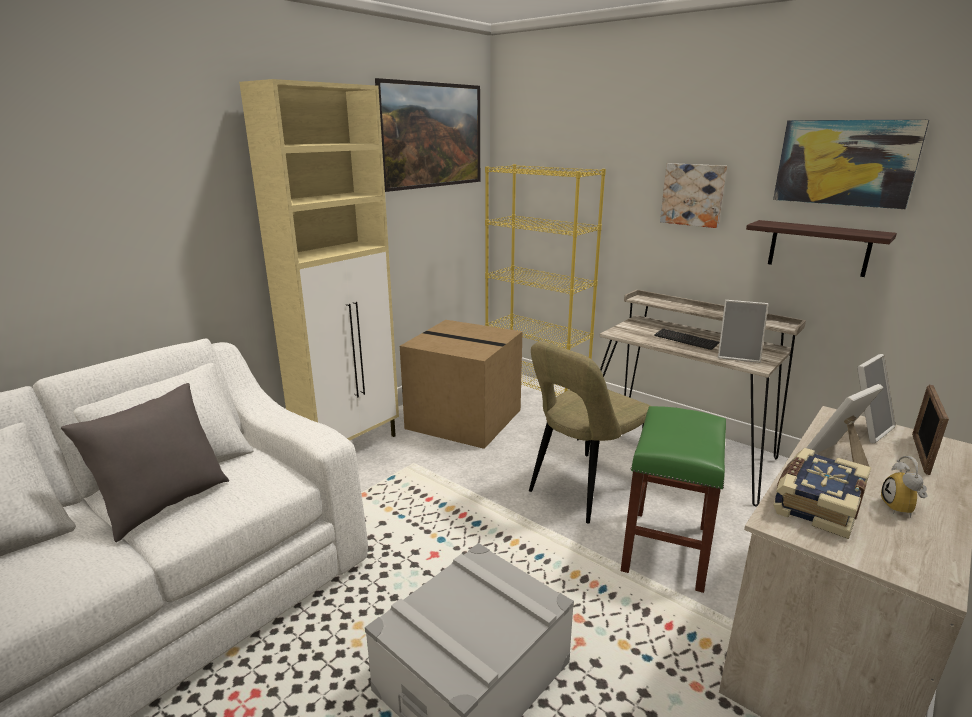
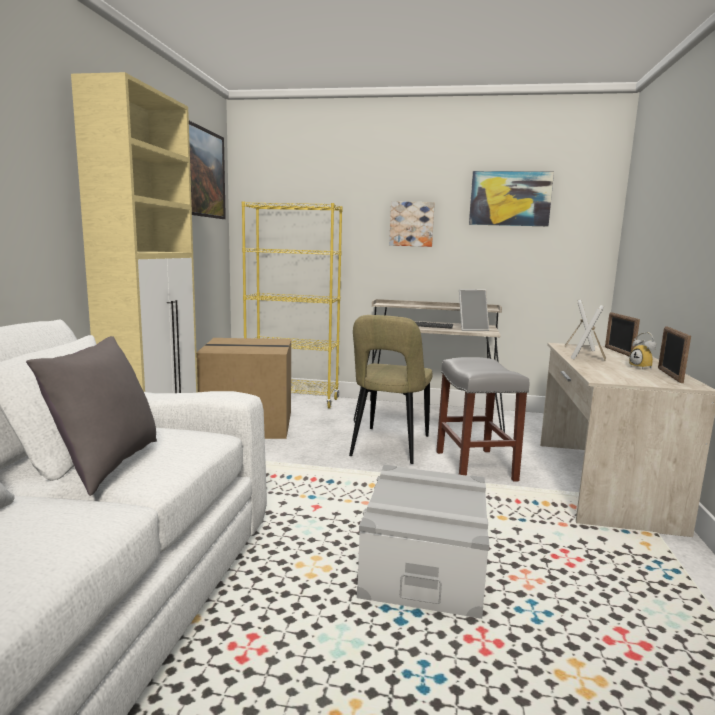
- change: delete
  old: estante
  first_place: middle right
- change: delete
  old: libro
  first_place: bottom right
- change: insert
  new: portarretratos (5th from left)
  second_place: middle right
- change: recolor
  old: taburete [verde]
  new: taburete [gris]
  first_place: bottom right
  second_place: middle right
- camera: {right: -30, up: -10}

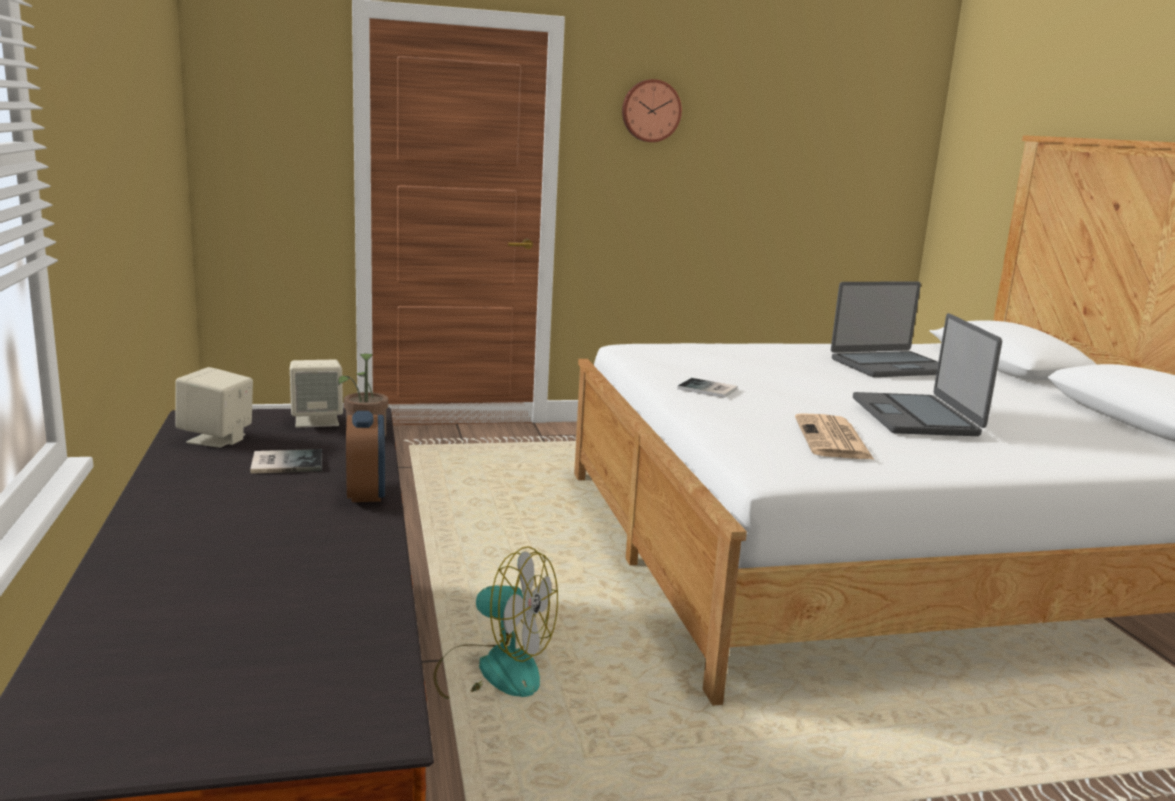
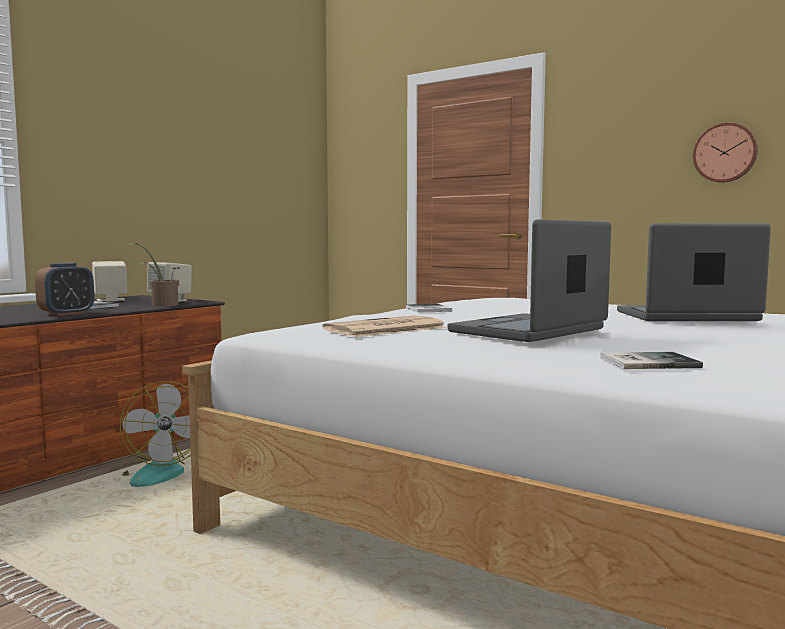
- change: insert
  new: libro (3rd from left)
  second_place: middle right
- change: move
  old: reloj de pared
  first_place: top centre
  second_place: top right
- change: rotate
  old: portátil (1st from left in the first image)
  first_place: middle right
  second_place: middle right
  degrees: 150
- camera: {right: 50, up: -10}

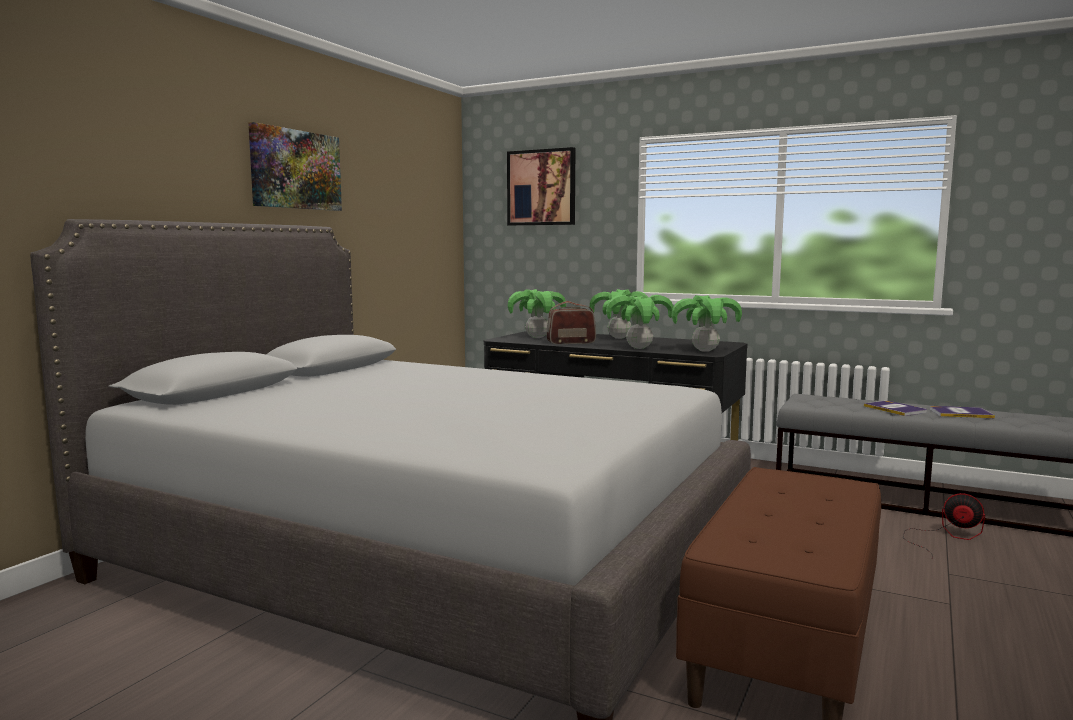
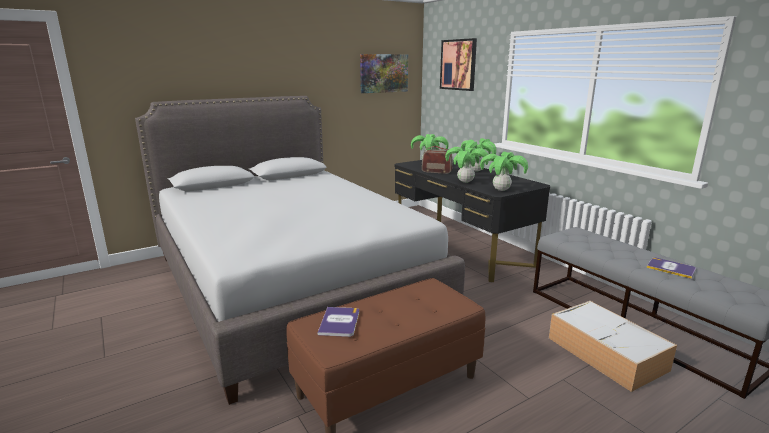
- change: move
  old: cuadro (1st from left)
  first_place: top left
  second_place: top centre
- change: move
  old: libro (1st from left)
  first_place: middle right
  second_place: bottom centre
- change: replace
  old: ventilador
  new: caja de almacenaje
  first_place: bottom right
  second_place: bottom right
- camera: {right: 30, up: 10}

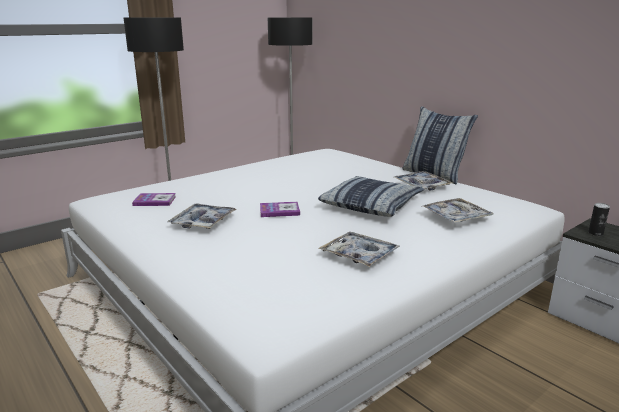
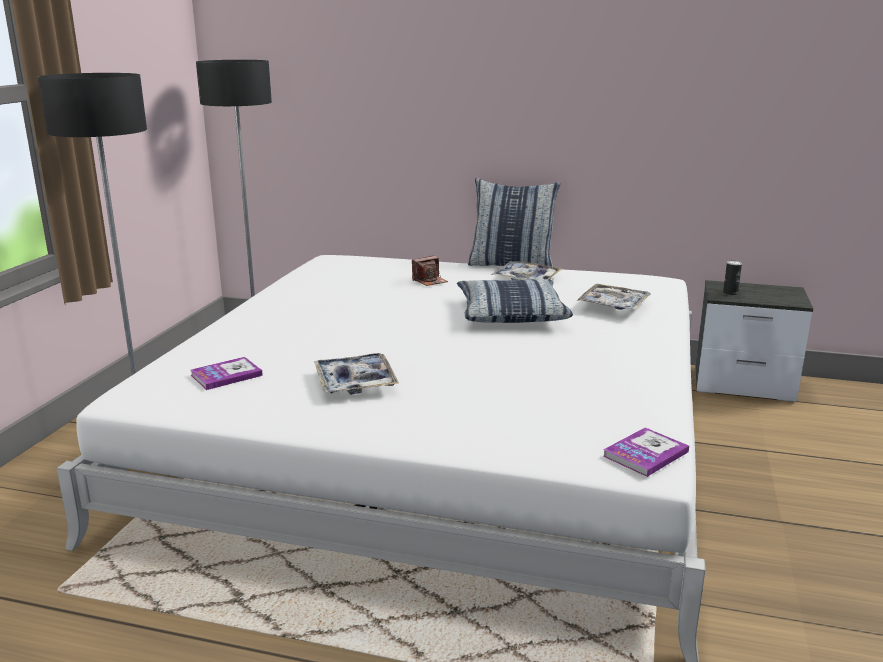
- change: delete
  old: bandeja (2nd from left)
  first_place: centre
- change: insert
  new: cámara
  second_place: centre
- change: move
  old: libro (2nd from left)
  first_place: centre
  second_place: bottom right
- camera: {right: -35, up: 0}

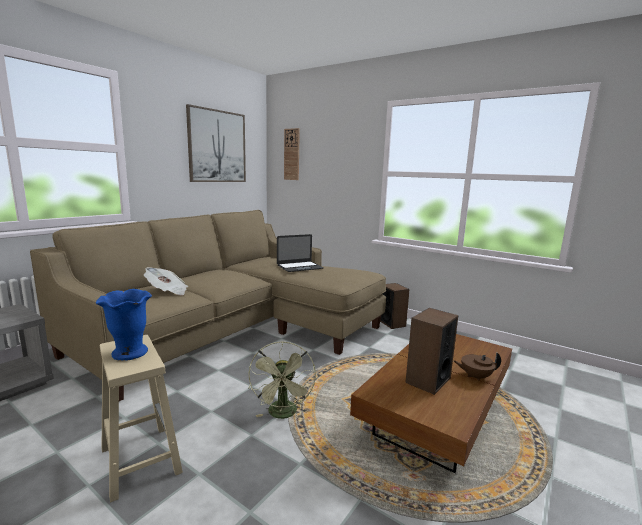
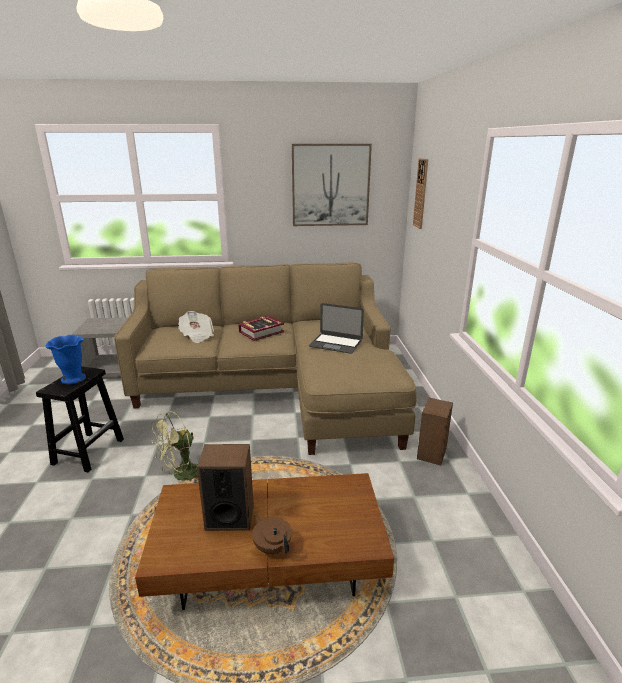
- change: insert
  new: libro
  second_place: centre
- change: recolor
  old: taburete [beis]
  new: taburete [negro]
  first_place: bottom left
  second_place: middle left
- camera: {right: 50, up: 10}

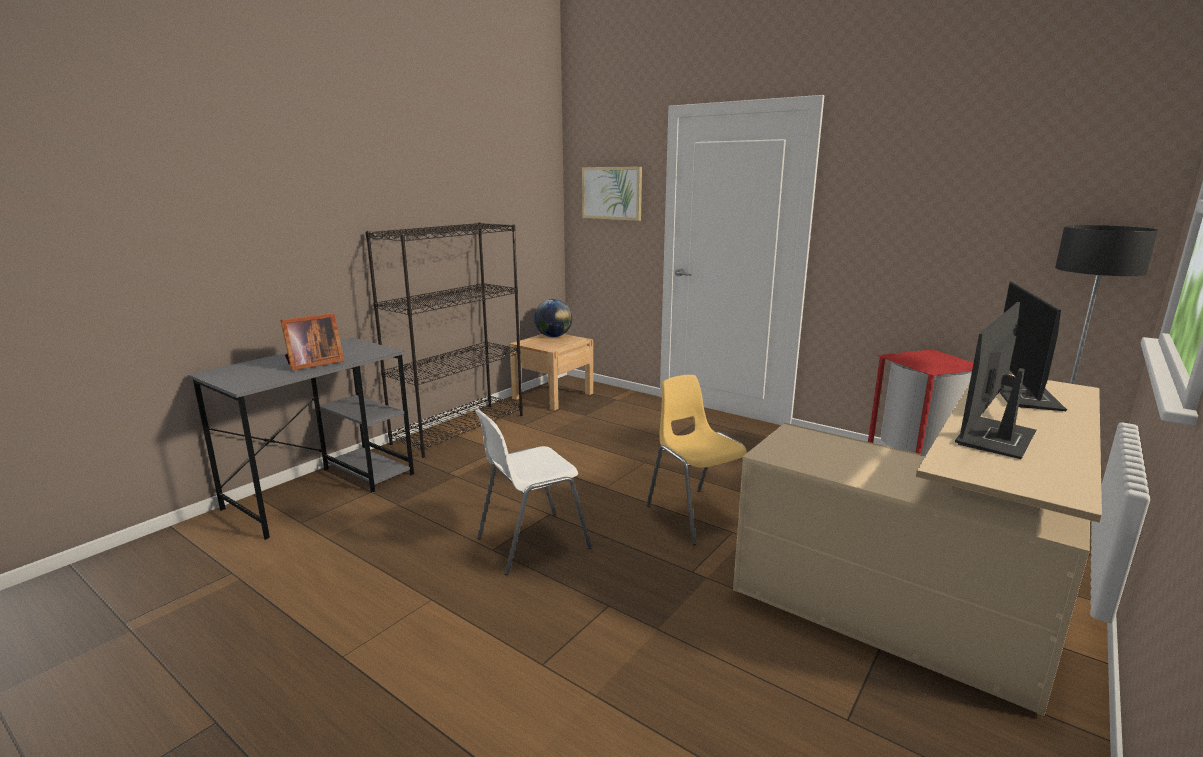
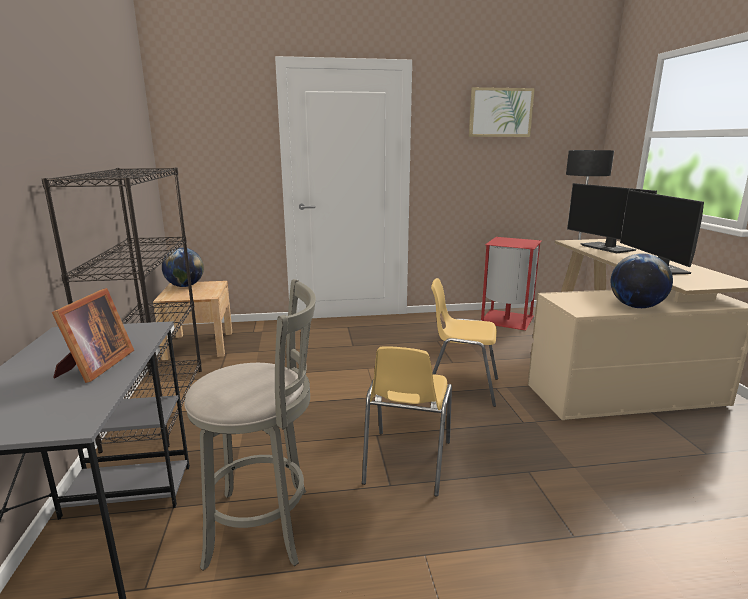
- change: insert
  new: taburete [gris]
  second_place: bottom centre
- change: insert
  new: globo terráqueo (2nd from left)
  second_place: middle right
- change: move
  old: cuadro
  first_place: top centre
  second_place: top right
- change: recolor
  old: silla [blanco]
  new: silla [amarillo] (1st from left)
  first_place: centre
  second_place: bottom centre
- camera: {right: -45, up: 0}

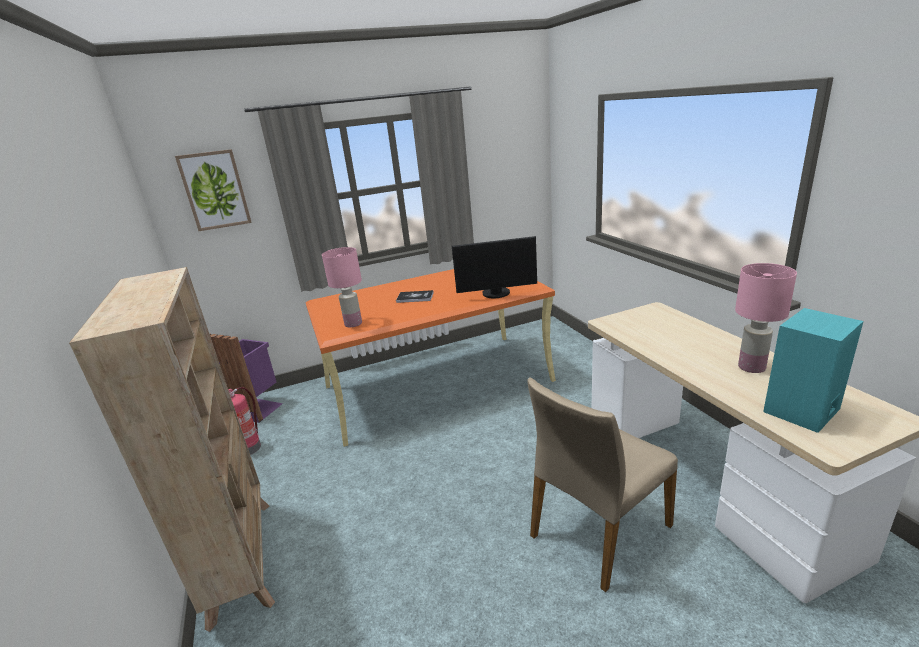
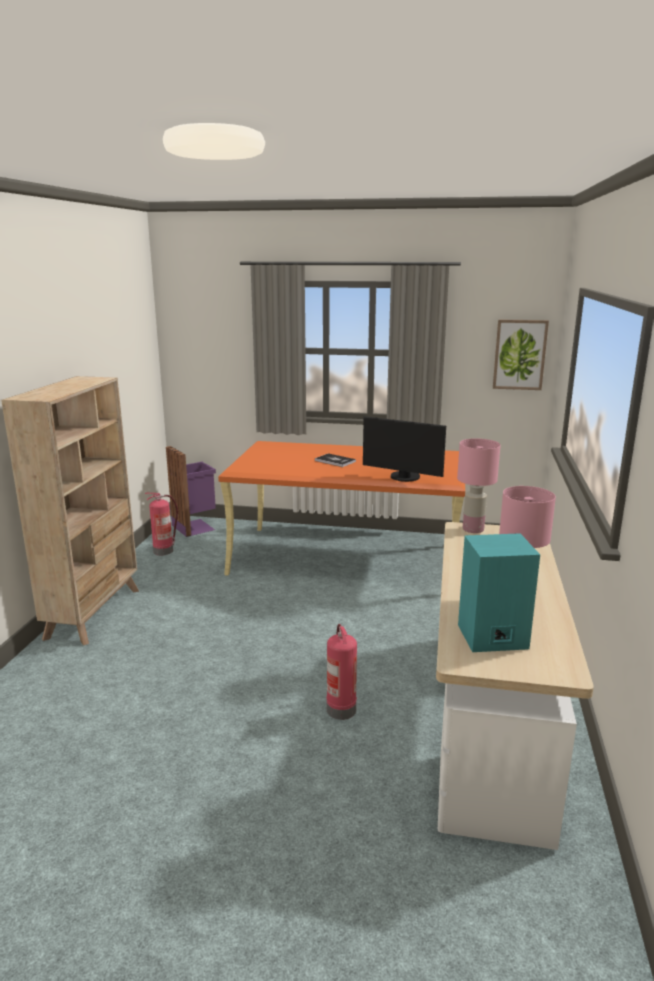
- change: move
  old: cuadro
  first_place: top left
  second_place: middle right
- change: move
  old: lámpara de mesa [rosa] (1st from left)
  first_place: centre
  second_place: middle right
- change: replace
  old: silla [beis]
  new: extintor (2nd from left)
  first_place: bottom centre
  second_place: bottom centre
- camera: {right: 30, up: -5}

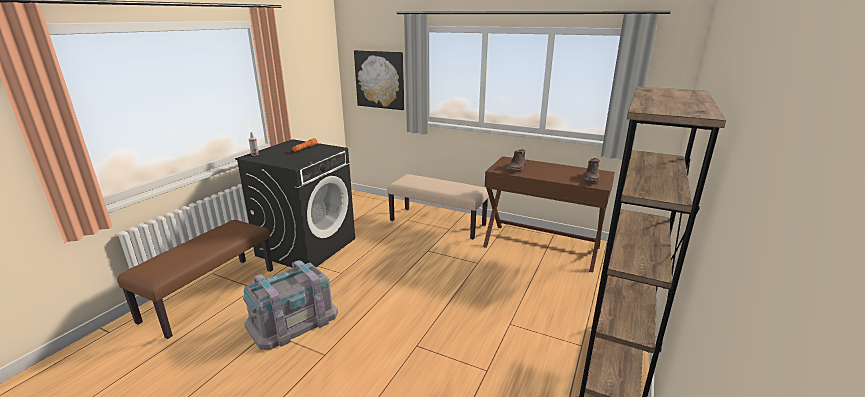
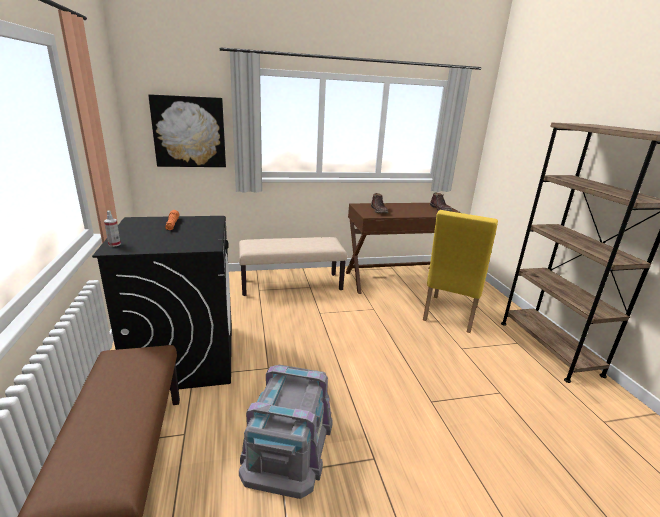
- change: insert
  new: silla [amarillo]
  second_place: middle right
- camera: {right: -40, up: 0}

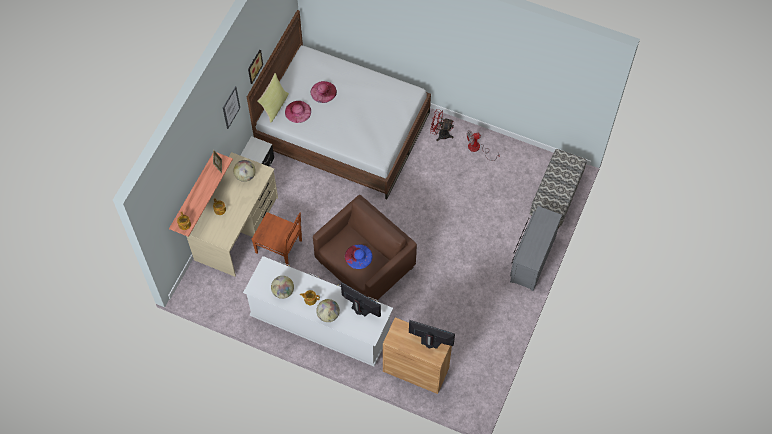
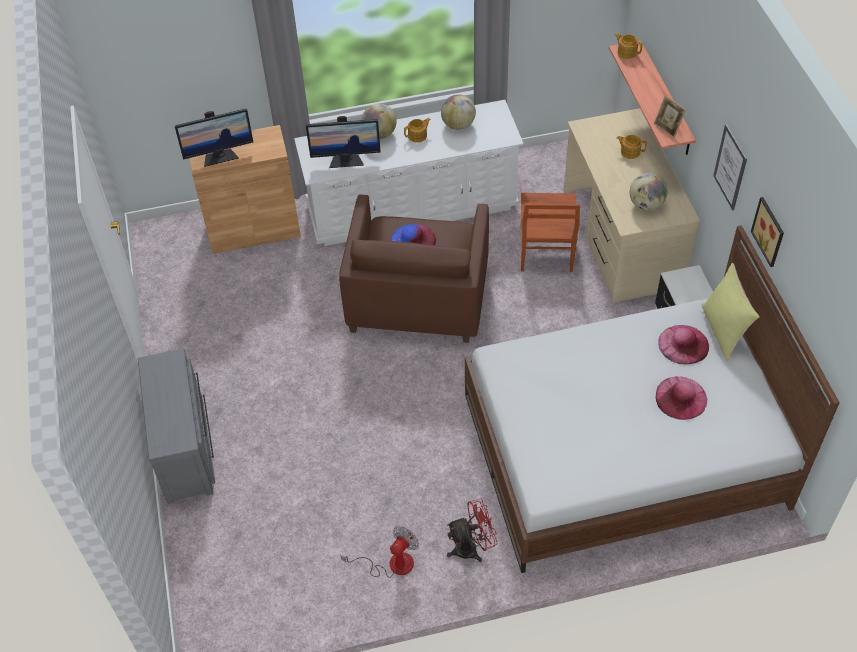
- change: delete
  old: banco
  first_place: middle right
- change: rotate
  old: silla [marrón]
  first_place: centre
  second_place: centre
  degrees: -75
- camera: {right: 145, up: -10}

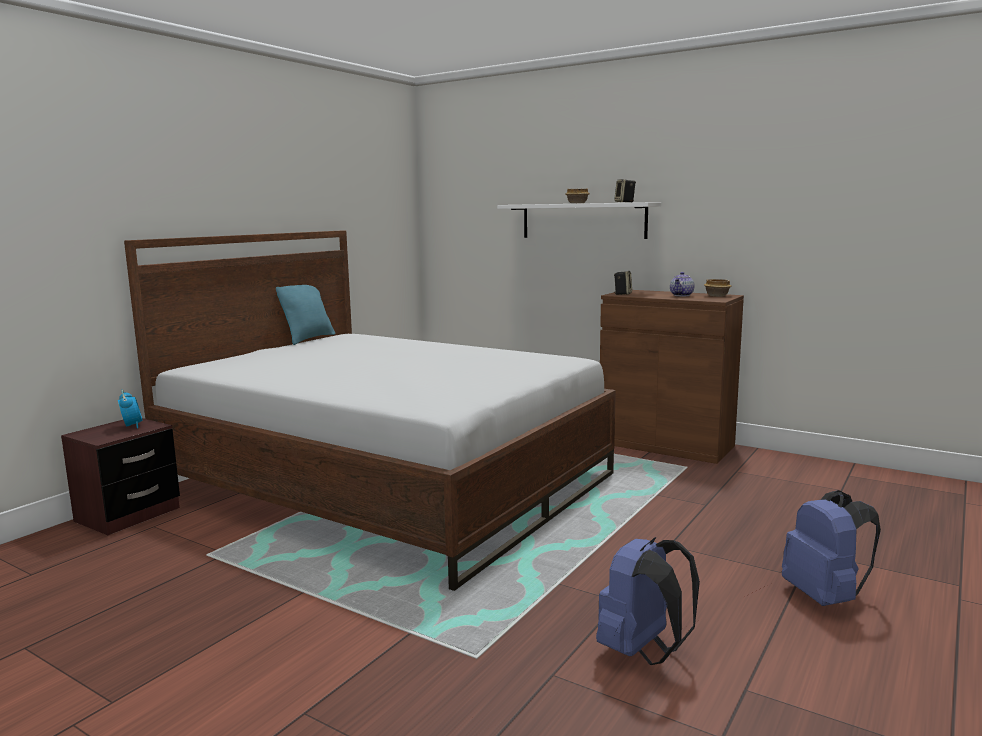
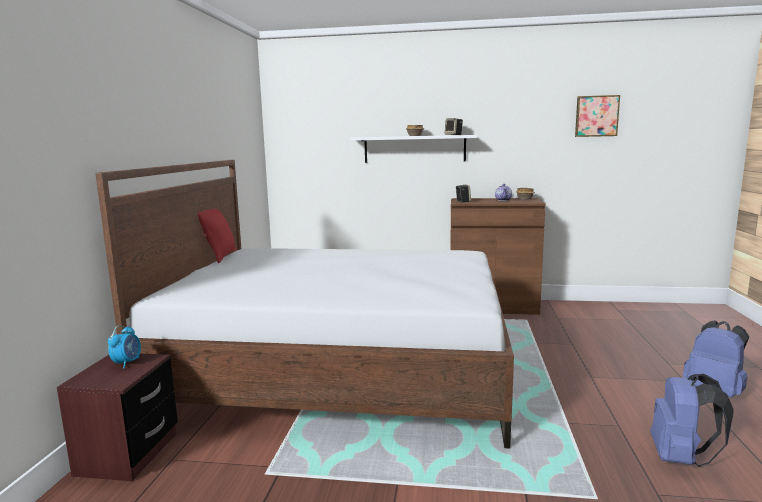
- change: insert
  new: cuadro
  second_place: top right
- change: recolor
  old: cojín [turquesa]
  new: cojín [rojo]
  first_place: middle left
  second_place: middle left
- change: rotate
  old: despertador
  first_place: middle left
  second_place: bottom left
  degrees: 60
- camera: {right: -25, up: 0}

